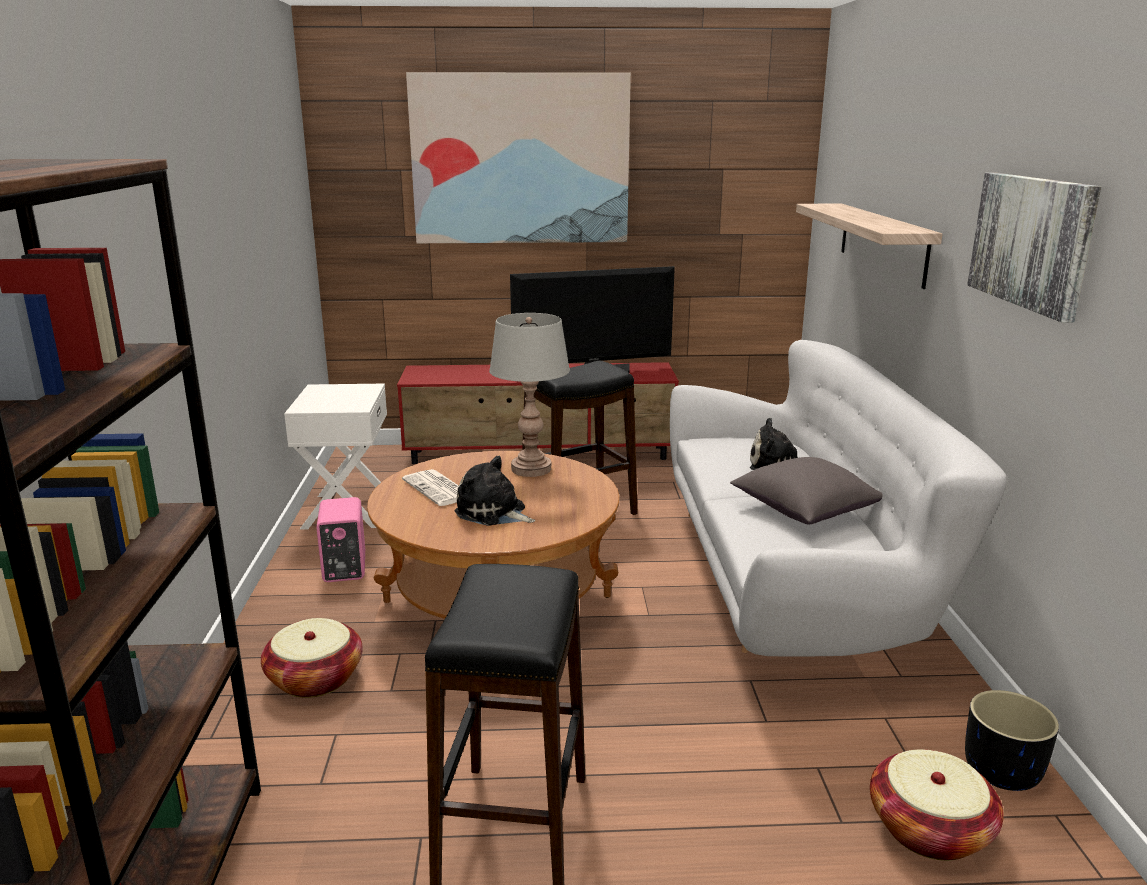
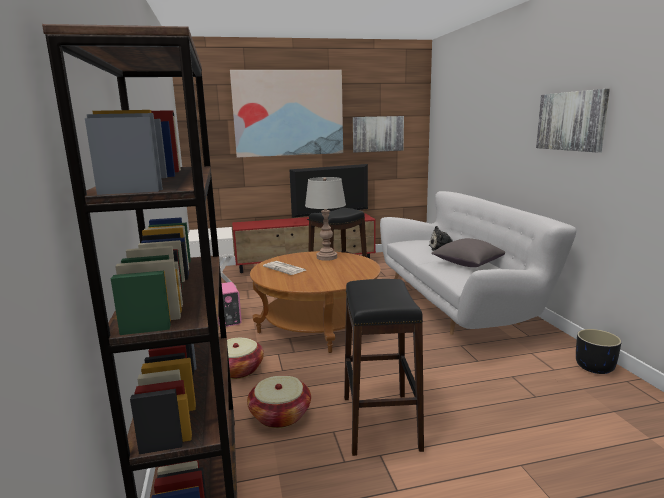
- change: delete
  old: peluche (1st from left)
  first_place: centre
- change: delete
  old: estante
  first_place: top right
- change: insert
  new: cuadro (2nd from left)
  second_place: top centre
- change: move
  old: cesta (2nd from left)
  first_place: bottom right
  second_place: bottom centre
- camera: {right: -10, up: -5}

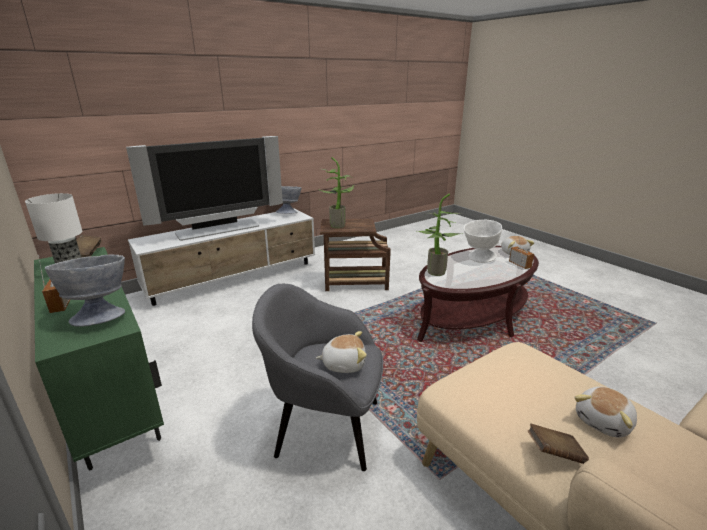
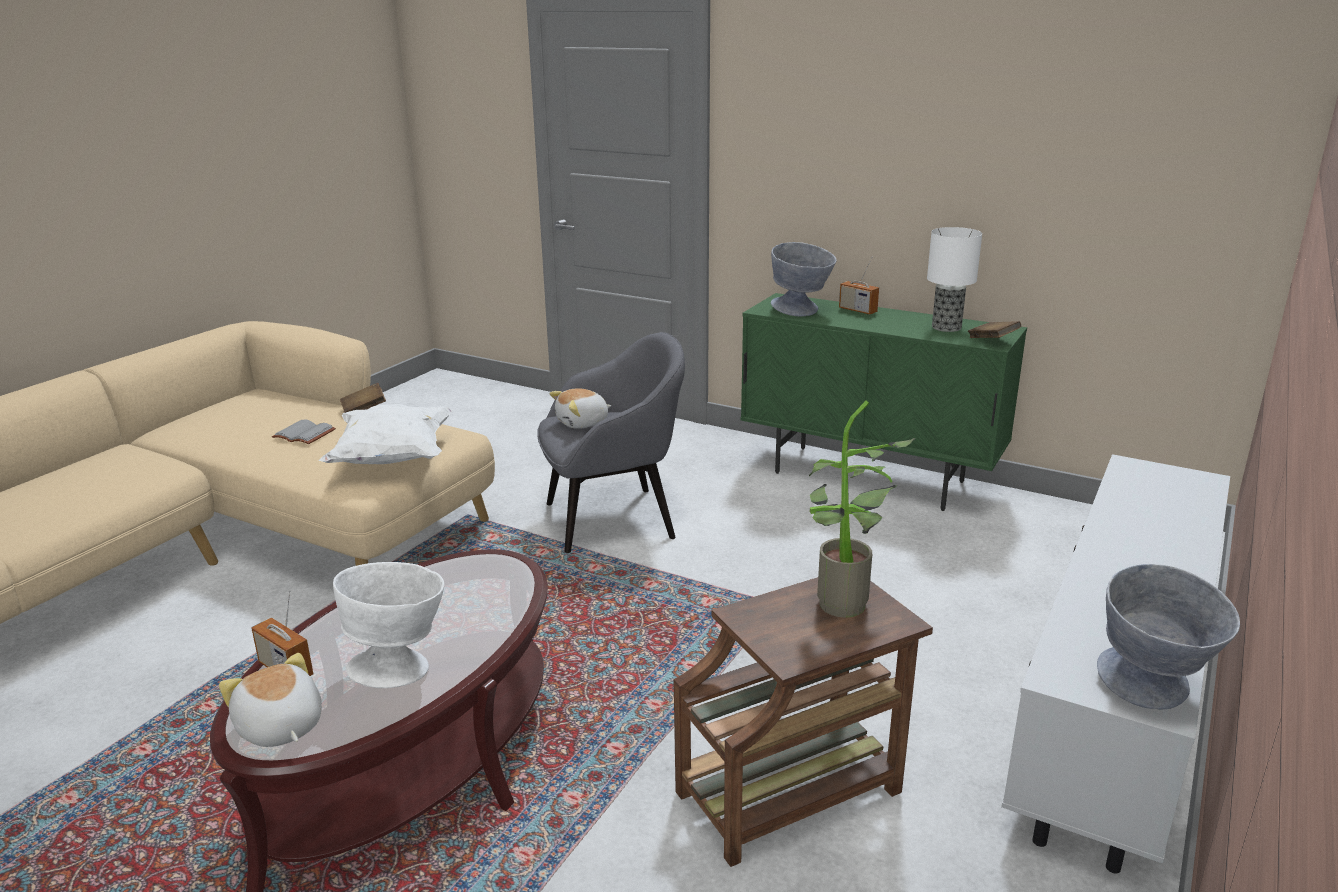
- change: delete
  old: televisor
  first_place: middle left
- change: delete
  old: planta en maceta (2nd from left)
  first_place: centre
- change: insert
  new: cojín [blanco]
  second_place: middle left
- change: replace
  old: peluche (3rd from left)
  new: libro [gris]
  first_place: bottom right
  second_place: middle left
- camera: {right: 155, up: 0}

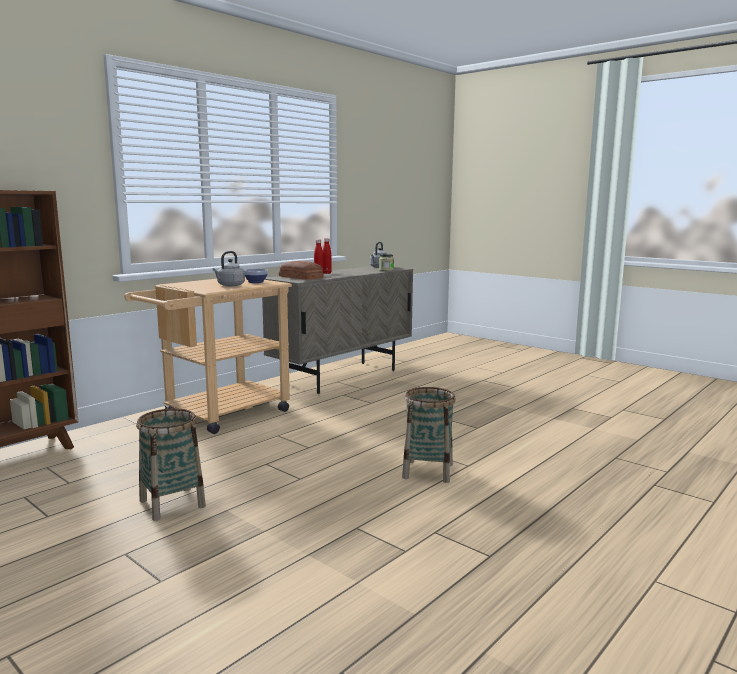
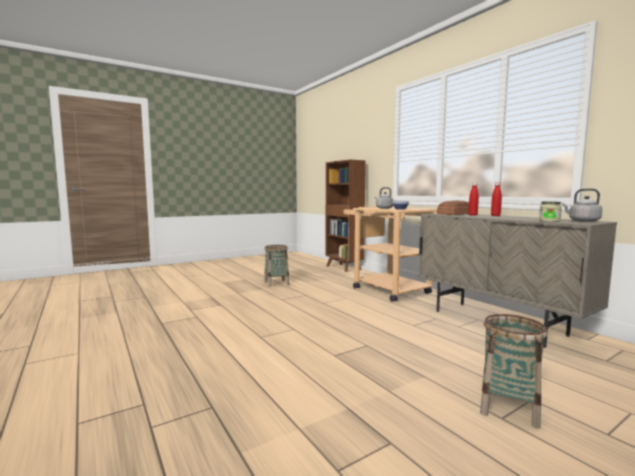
- change: move
  old: cesta (2nd from left)
  first_place: centre
  second_place: bottom right
- camera: {right: 105, up: -5}

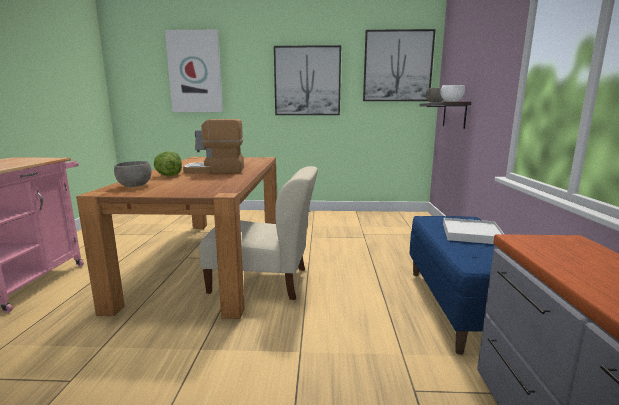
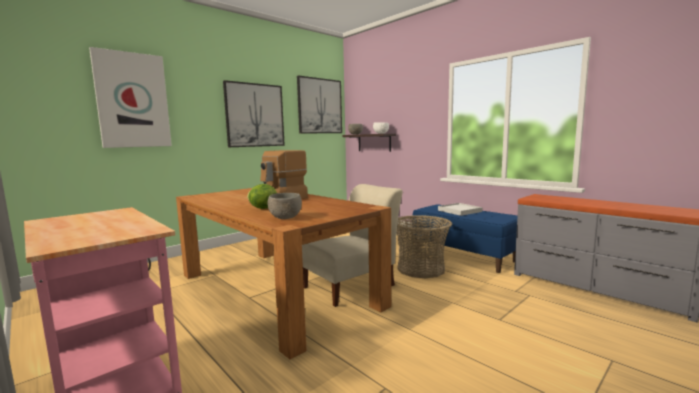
- change: insert
  new: cesta
  second_place: centre
- camera: {right: -45, up: -5}

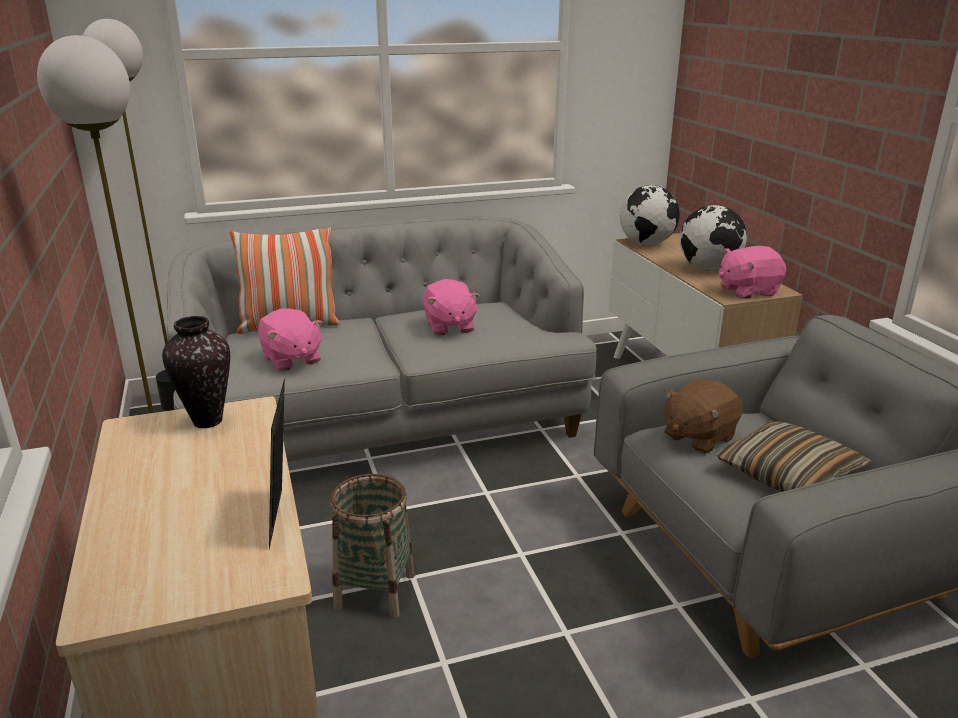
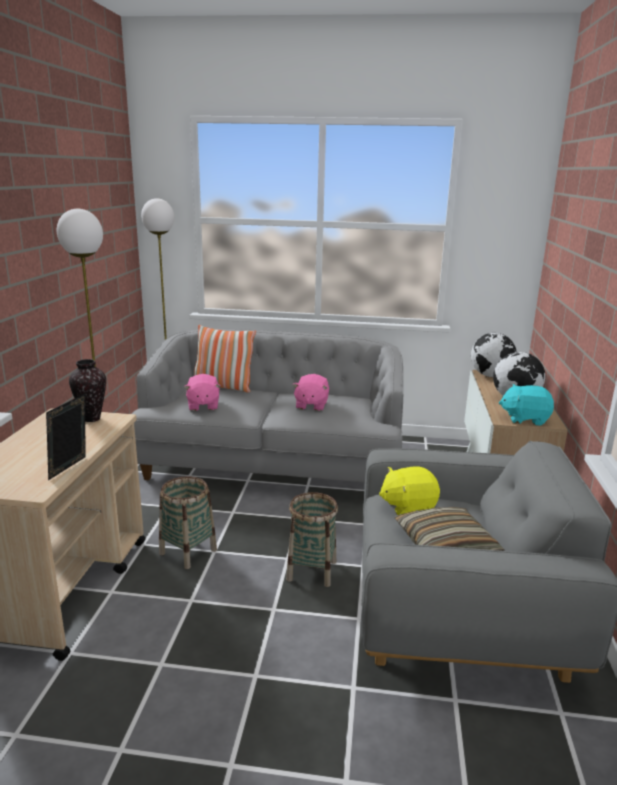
- change: insert
  new: cesta (2nd from left)
  second_place: bottom centre
- change: recolor
  old: peluche [marrón]
  new: peluche [amarillo]
  first_place: middle right
  second_place: centre
- change: recolor
  old: peluche [rosa] (3rd from left)
  new: peluche [turquesa]
  first_place: middle right
  second_place: middle right
- camera: {right: 25, up: -5}

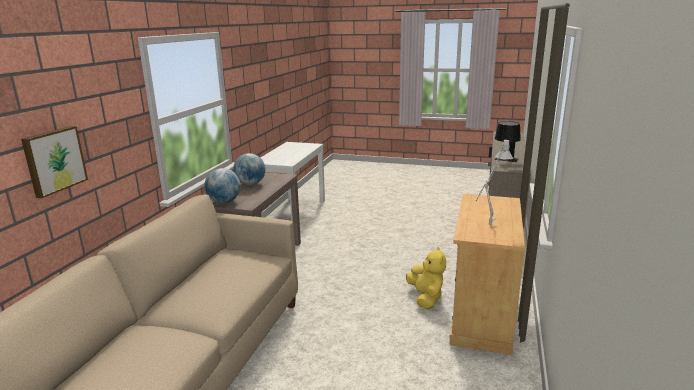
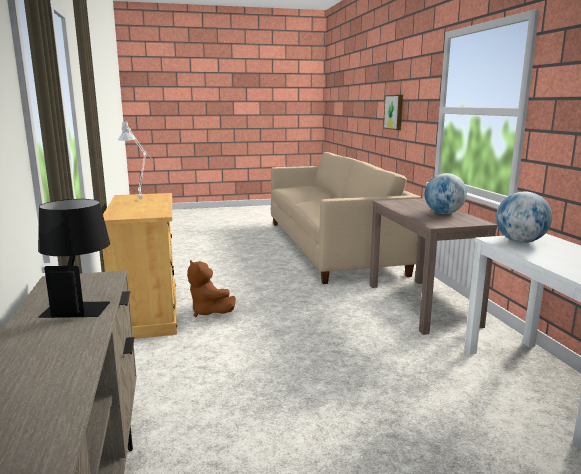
- change: move
  old: globo terráqueo (1st from left in the first image)
  new: globo terráqueo (2nd from left)
  first_place: middle left
  second_place: middle right
- change: recolor
  old: peluche [amarillo]
  new: peluche [marrón]
  first_place: bottom centre
  second_place: centre
- camera: {right: 150, up: -5}

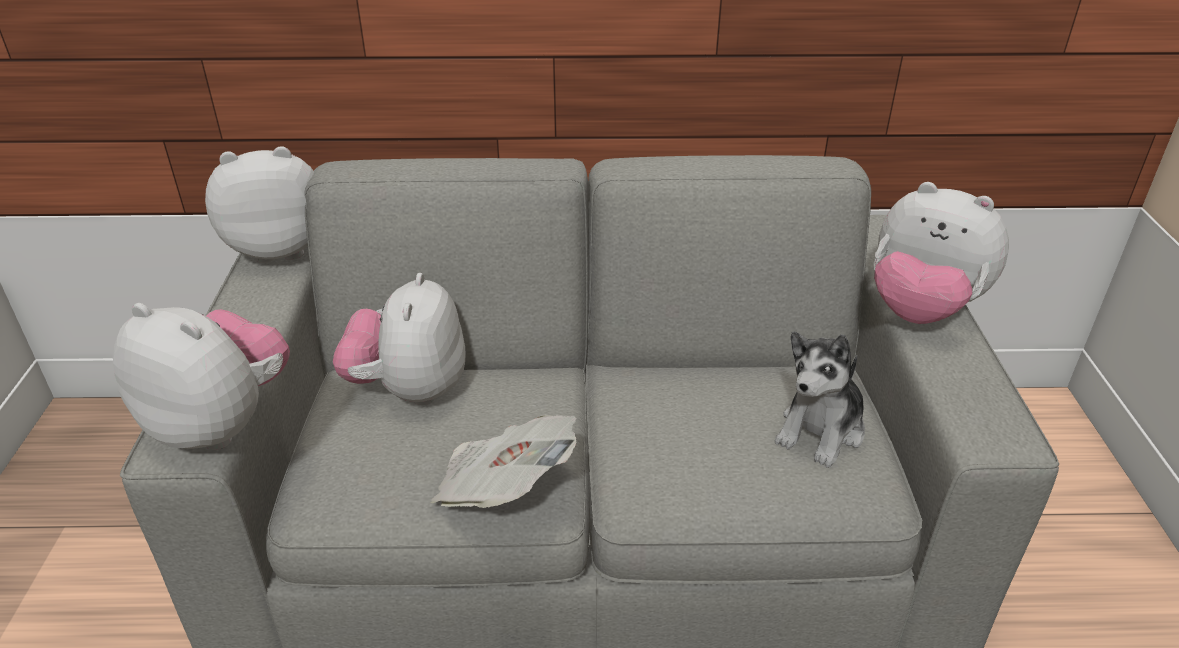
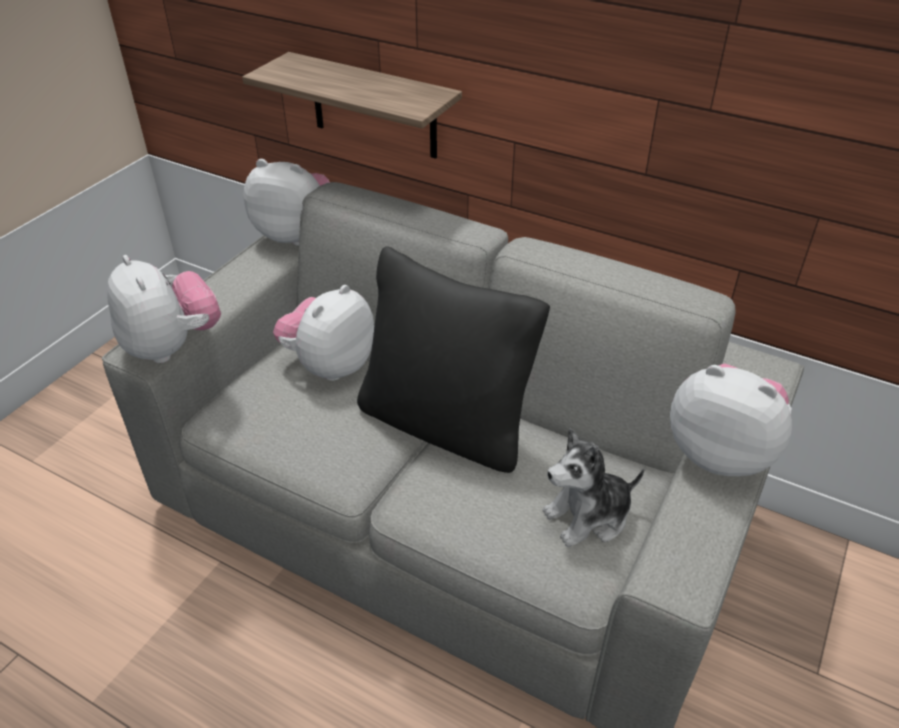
- change: delete
  old: periódico
  first_place: bottom centre
- change: insert
  new: estante
  second_place: top centre
- change: insert
  new: cojín [negro]
  second_place: centre
- change: rotate
  old: peluche (5th from left)
  first_place: middle right
  second_place: middle right
  degrees: 150
- camera: {right: 30, up: 5}

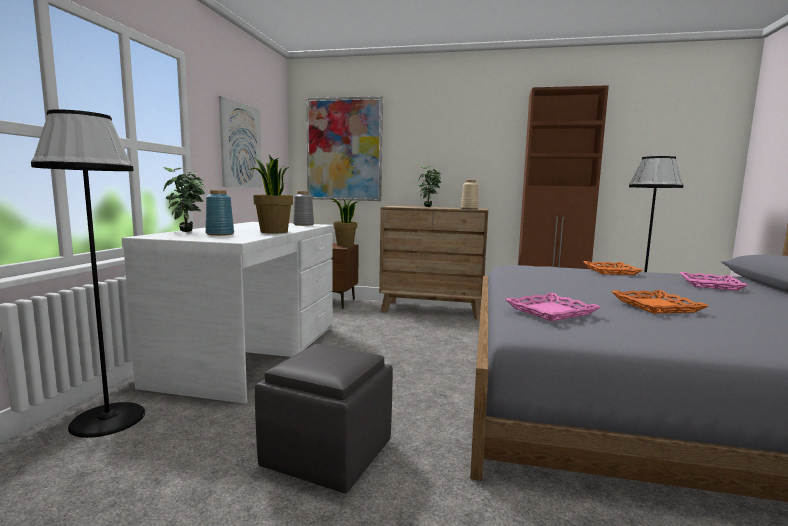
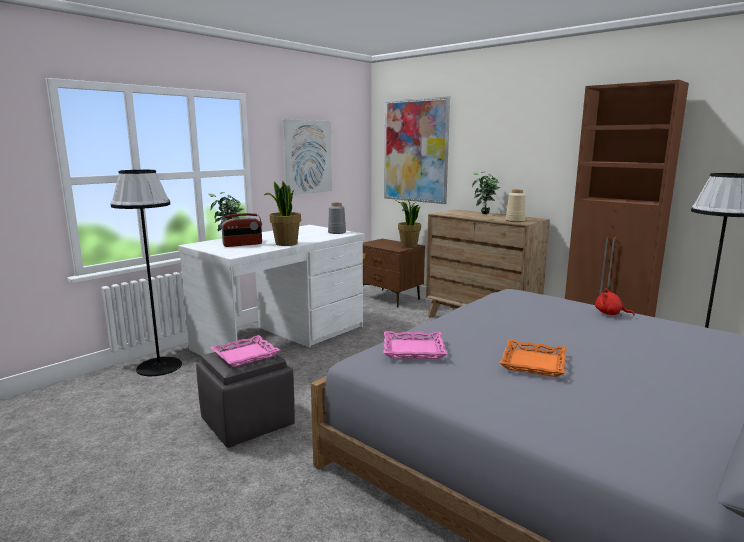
- change: move
  old: bandeja [rosa] (2nd from left in the first image)
  new: bandeja [rosa] (1st from left)
  first_place: middle right
  second_place: middle left
- change: replace
  old: florero [azul]
  new: radio
  first_place: middle left
  second_place: middle left
- change: replace
  old: bandeja [naranja] (1st from left)
  new: peluche [rojo]
  first_place: middle right
  second_place: middle right
- camera: {right: 30, up: 5}

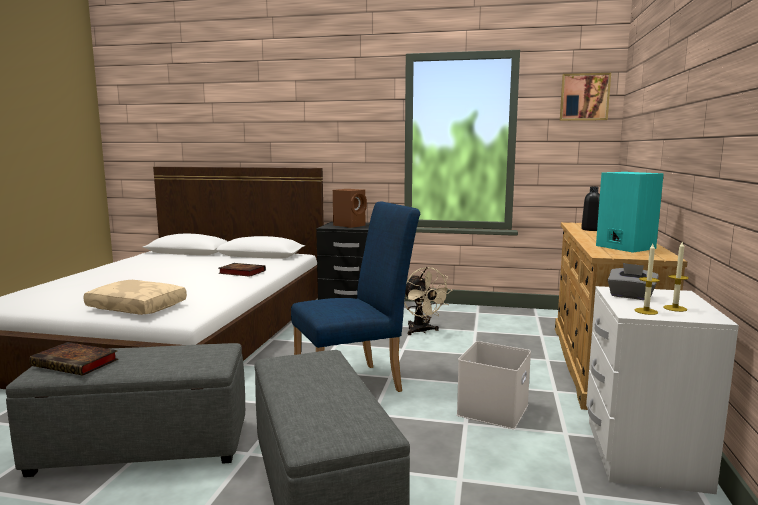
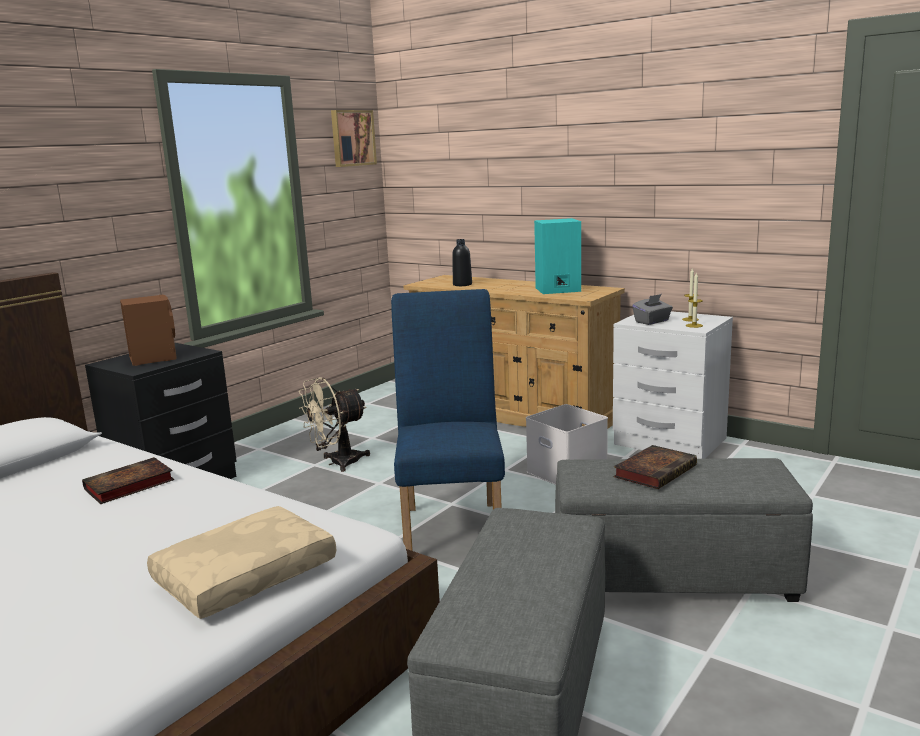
- change: move
  old: libro (1st from left in the first image)
  new: libro (2nd from left)
  first_place: bottom left
  second_place: middle right
- change: rotate
  old: ventilador [beis]
  first_place: centre
  second_place: centre
  degrees: 150
- camera: {right: -65, up: 5}

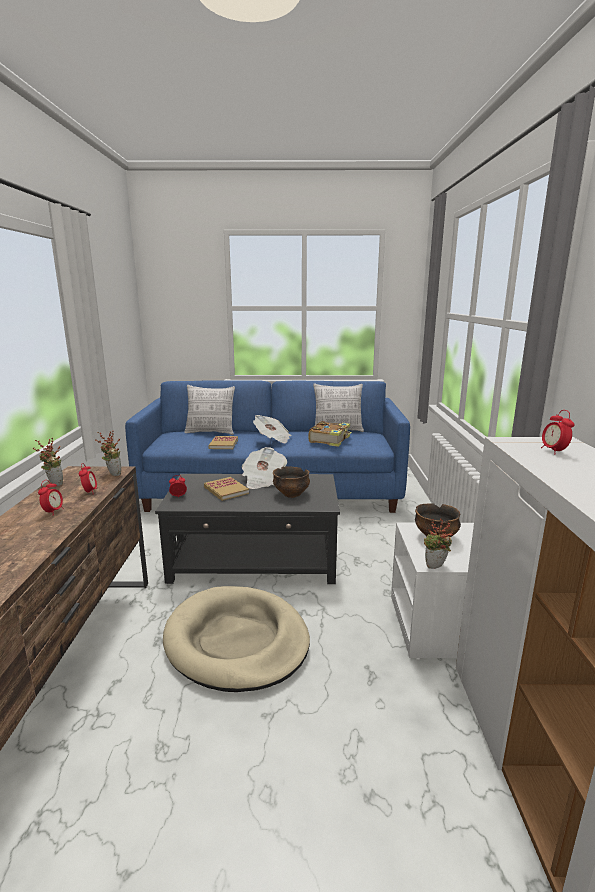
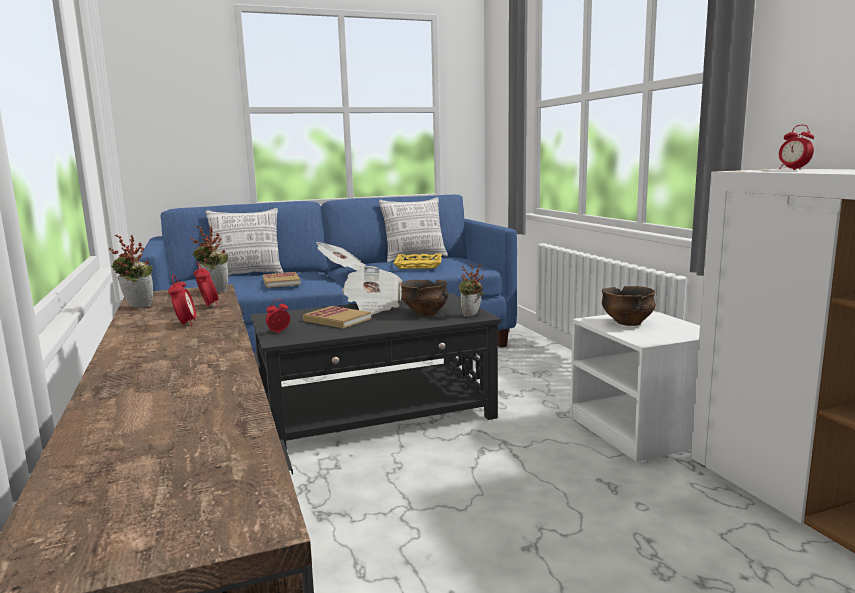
- change: delete
  old: cama para perro [beis]
  first_place: bottom centre
- change: move
  old: planta en maceta (3rd from left)
  first_place: middle right
  second_place: centre
- change: replace
  old: libro (3rd from left)
  new: bandeja [amarillo]
  first_place: centre
  second_place: centre
- camera: {right: -20, up: -5}

